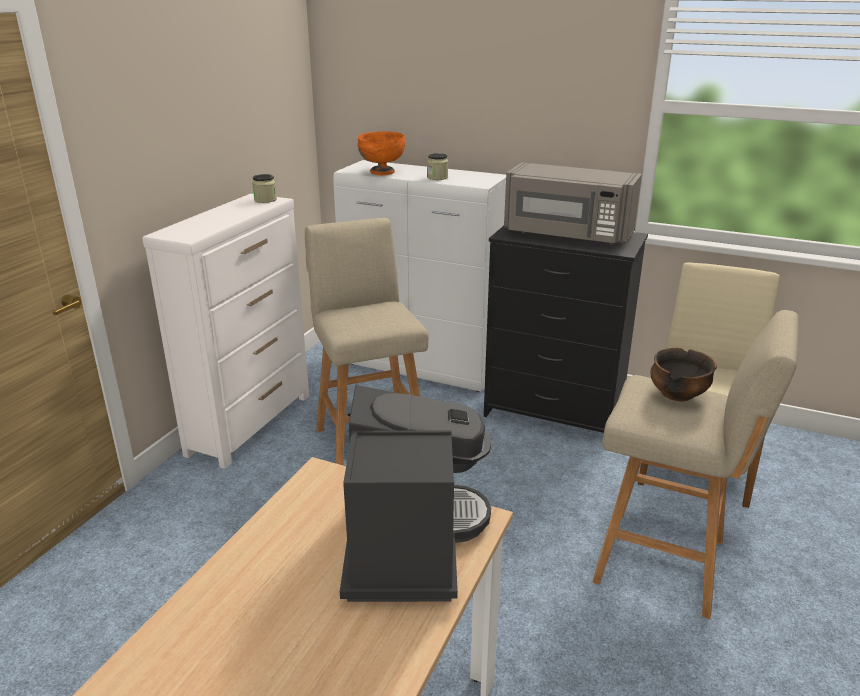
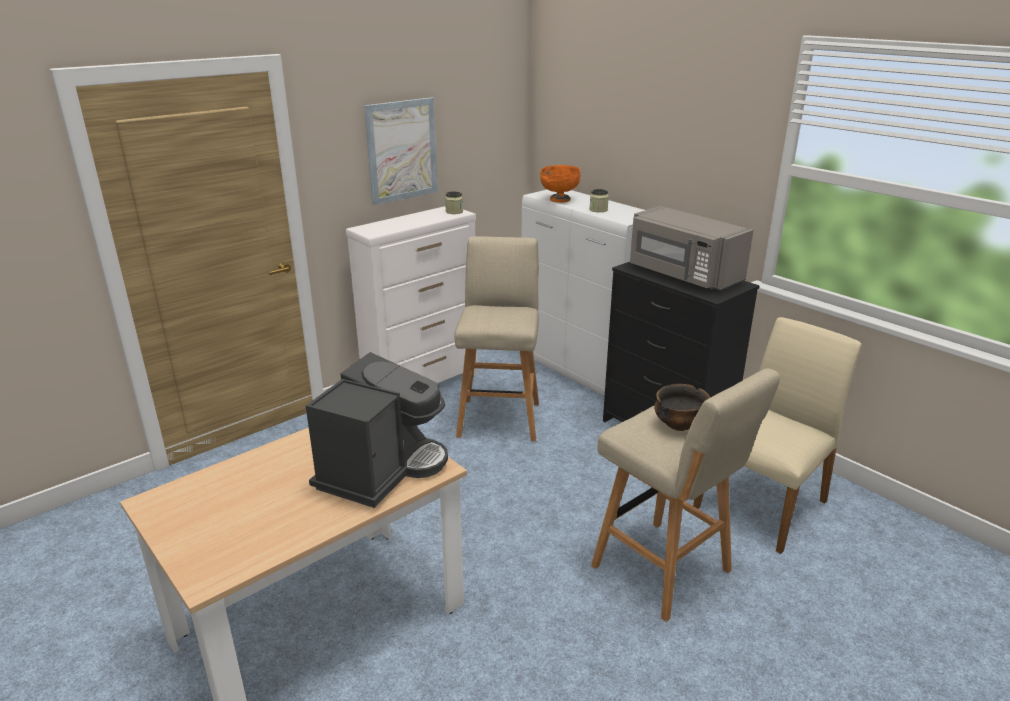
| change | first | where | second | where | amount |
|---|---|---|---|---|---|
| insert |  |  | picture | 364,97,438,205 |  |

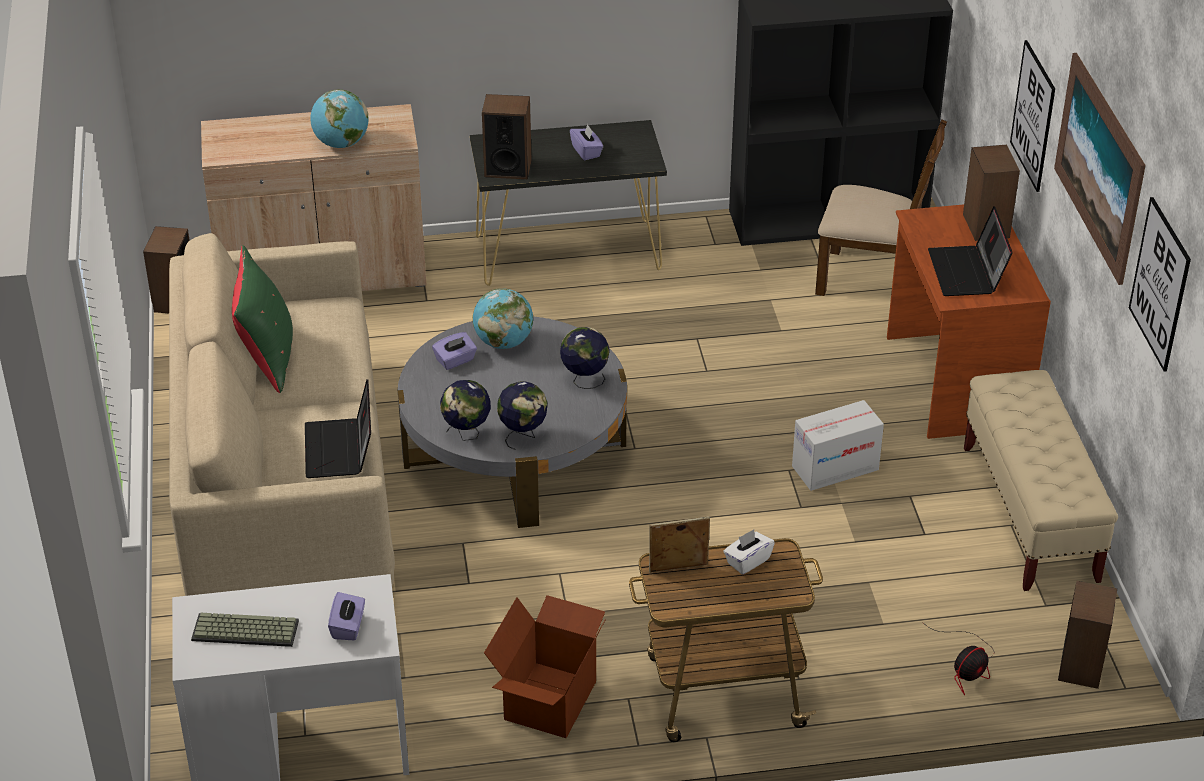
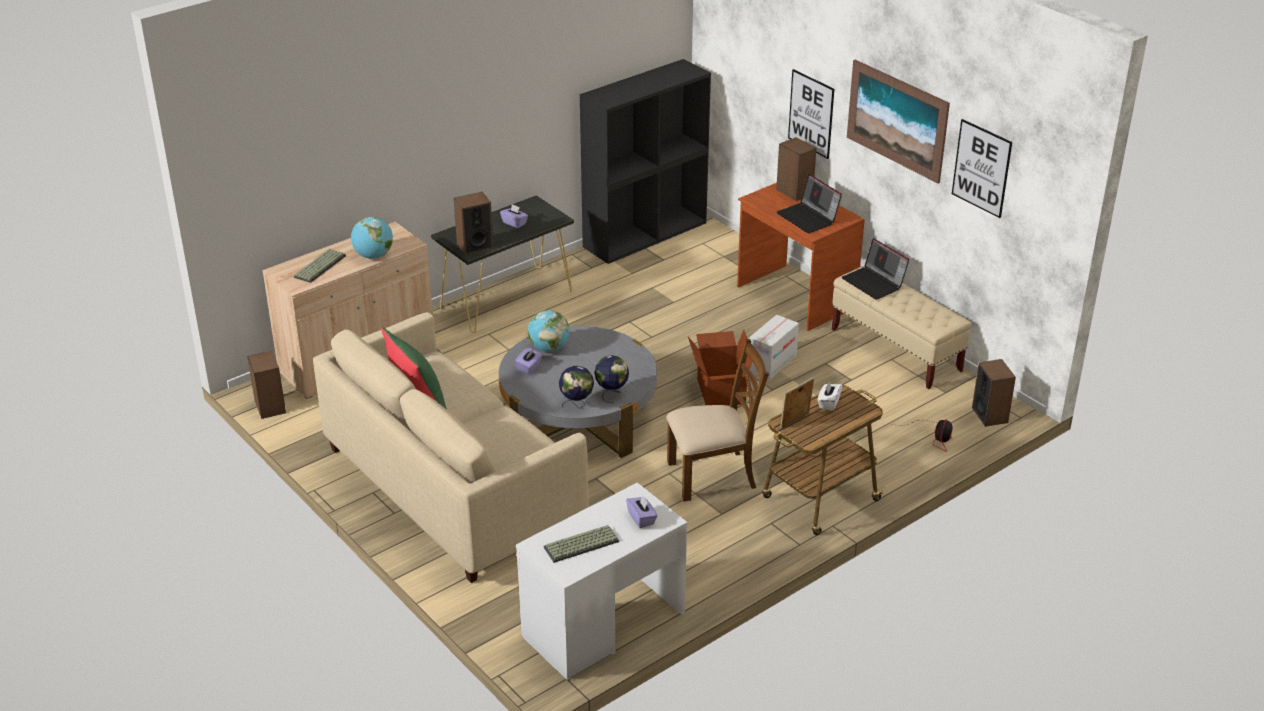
| change | first | where | second | where | amount |
|---|---|---|---|---|---|
| insert |  |  | PC keyboard | 294,249,346,283 |  |
| move | brown-coloured plain chair | 815,119,947,296 |  | 666,339,769,502 |  |
| move | packing box | 484,595,606,738 |  | 688,330,752,406 |  |
| move | portable computer | 305,379,371,478 |  | 842,238,909,300 |  |
| delete | world globe | 560,327,609,389 |  |  |  |

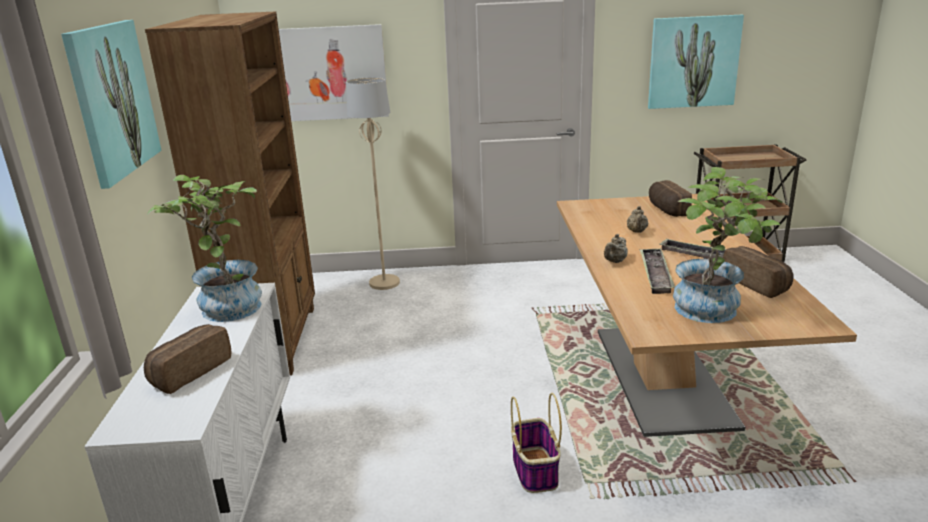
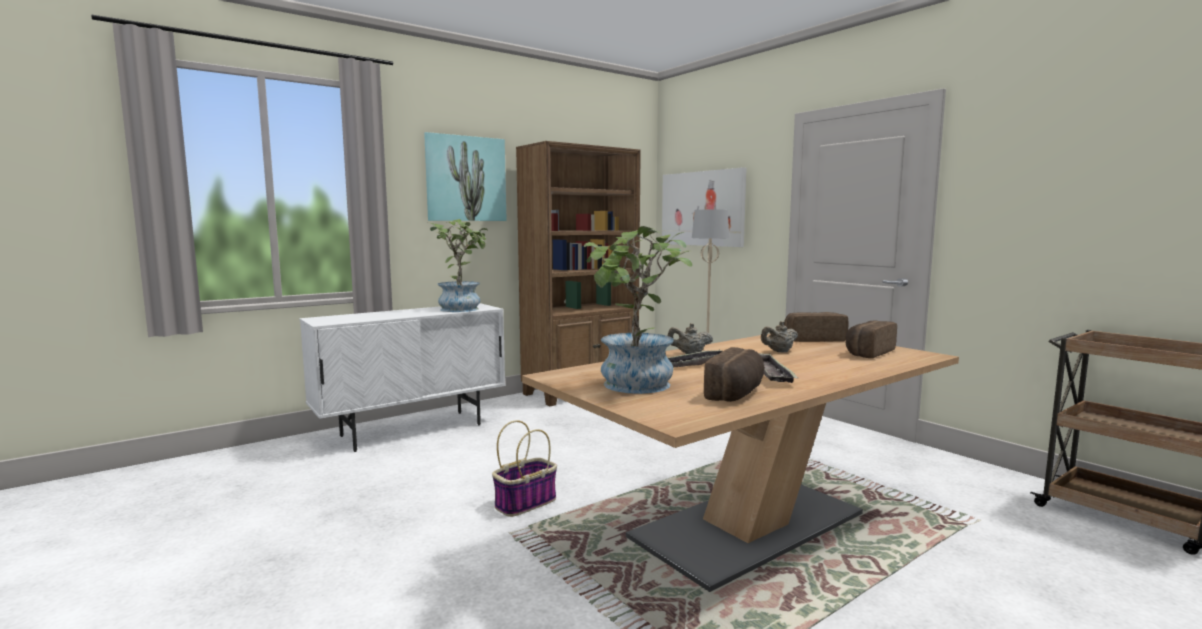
| change | first | where | second | where | amount |
|---|---|---|---|---|---|
| move | bread | 144,324,231,394 |  | 784,312,848,342 |  |
| delete | picture | 648,15,744,109 |  |  |  |

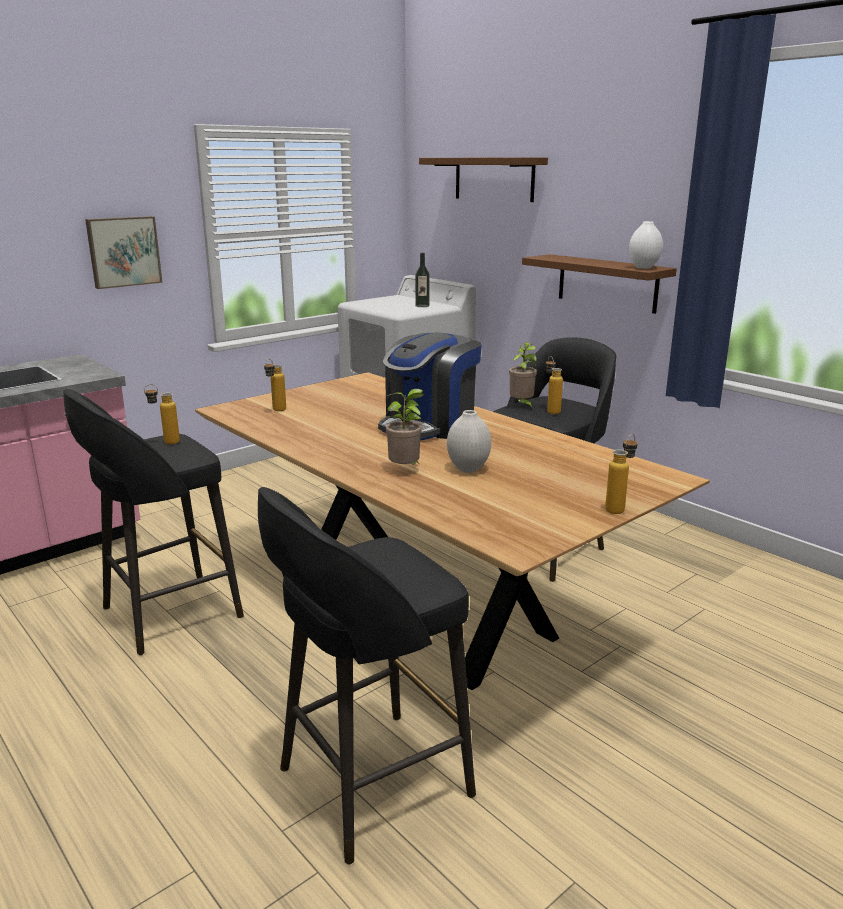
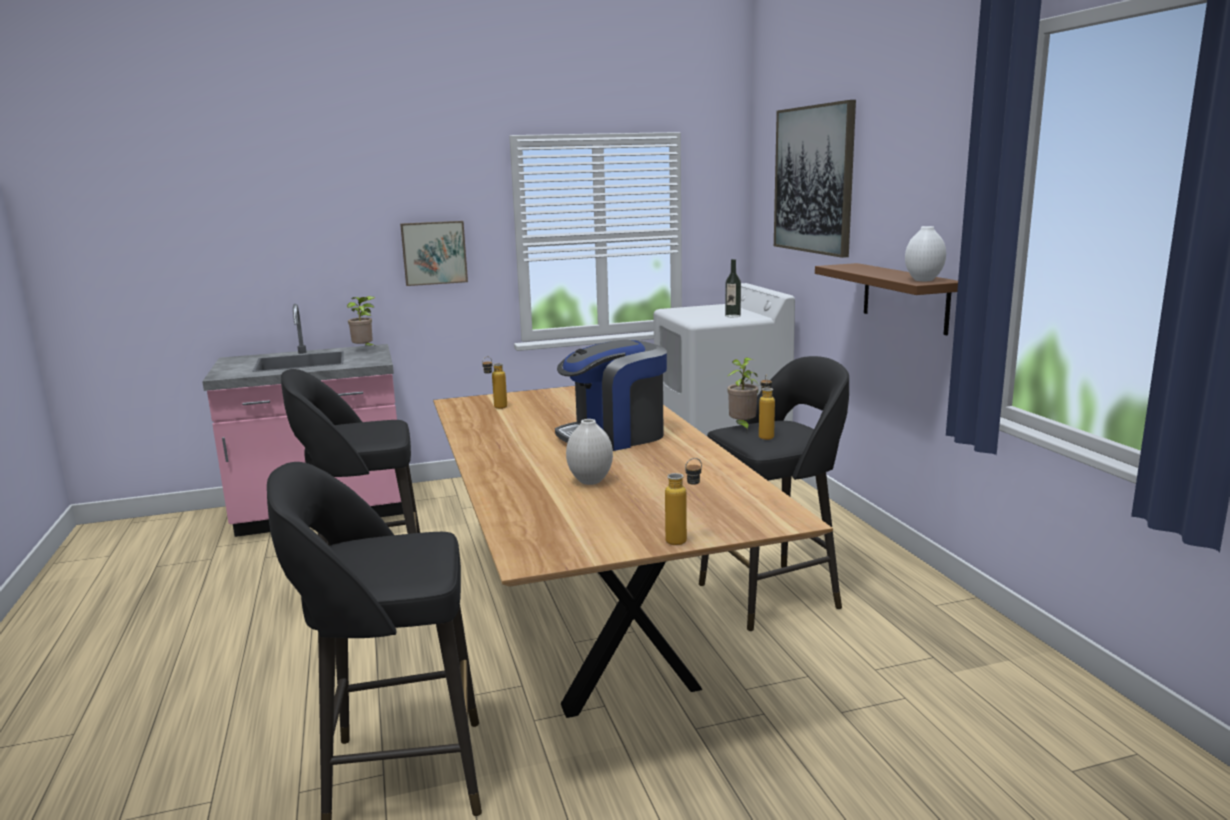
| change | first | where | second | where | amount |
|---|---|---|---|---|---|
| move | houseplant | 386,389,424,465 |  | 347,296,375,346 |  |
| replace | brown-coloured wall shelf | 419,157,548,202 | picture | 774,100,856,258 |  |
| delete | bottle | 144,384,180,444 |  |  |  |

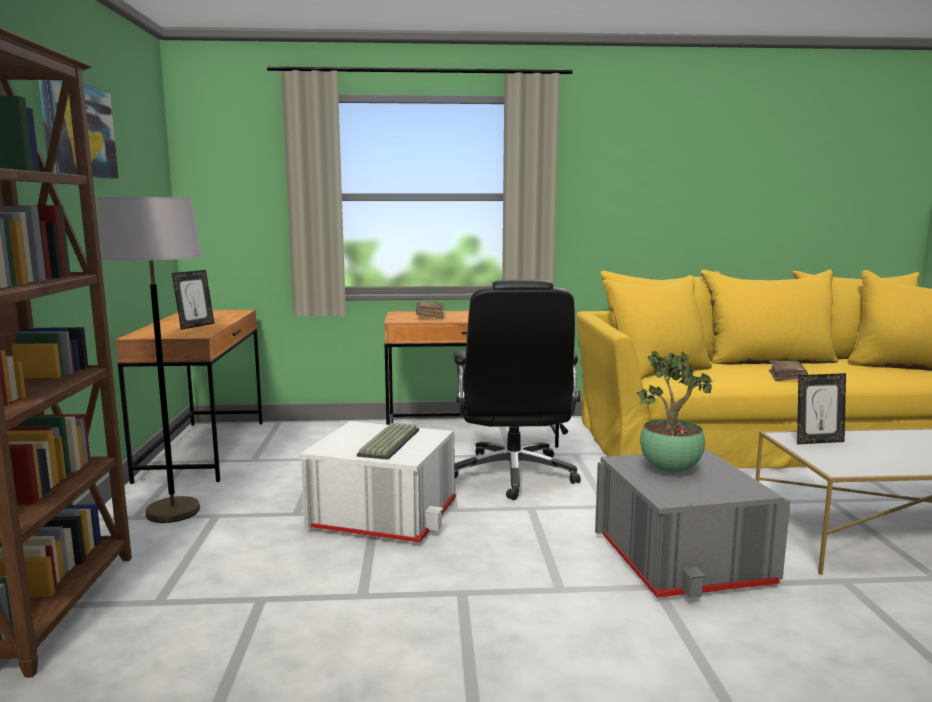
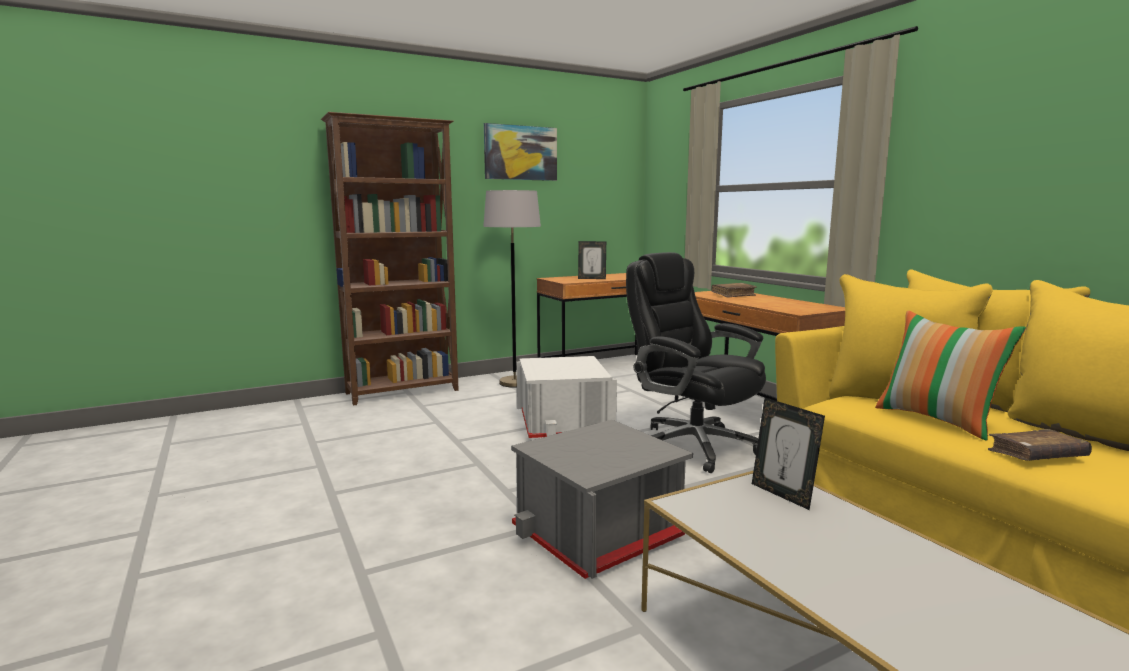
| change | first | where | second | where | amount |
|---|---|---|---|---|---|
| rotate | blackish desk chair | 453,279,581,500 |  | 626,252,766,473 | 75 degrees clockwise |
| insert |  |  | pillow | 875,310,1026,441 |  |
| delete | PC keyboard | 357,423,419,460 |  |  |  |
| delete | houseplant | 637,351,712,473 |  |  |  |

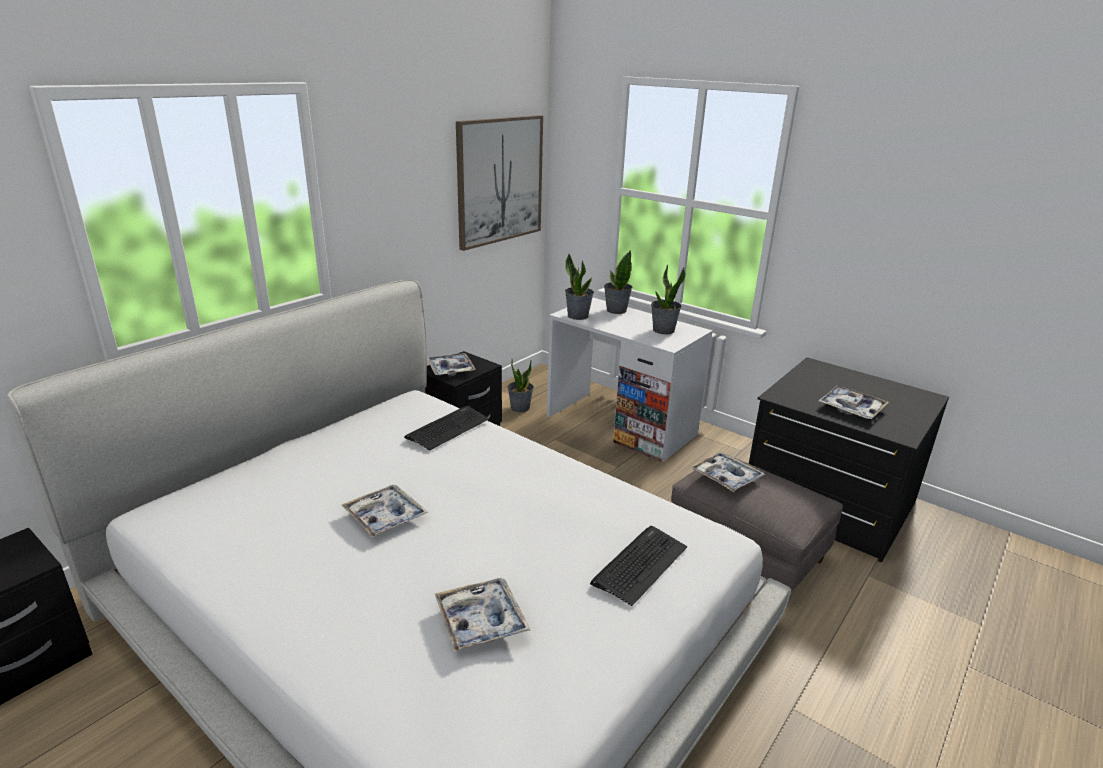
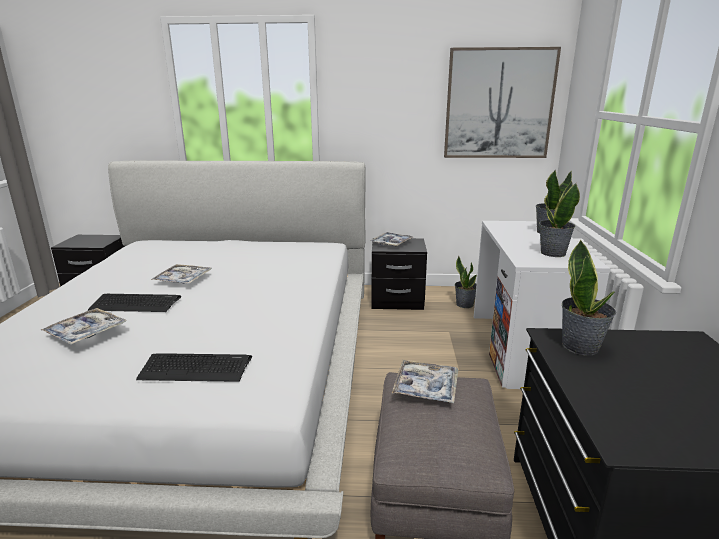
| change | first | where | second | where | amount |
|---|---|---|---|---|---|
| move | PC keyboard | 404,406,489,450 |  | 88,294,181,312 |  |
| move | houseplant | 565,253,594,320 |  | 562,240,616,355 |  |
| delete | serving tray | 818,386,889,419 |  |  |  |

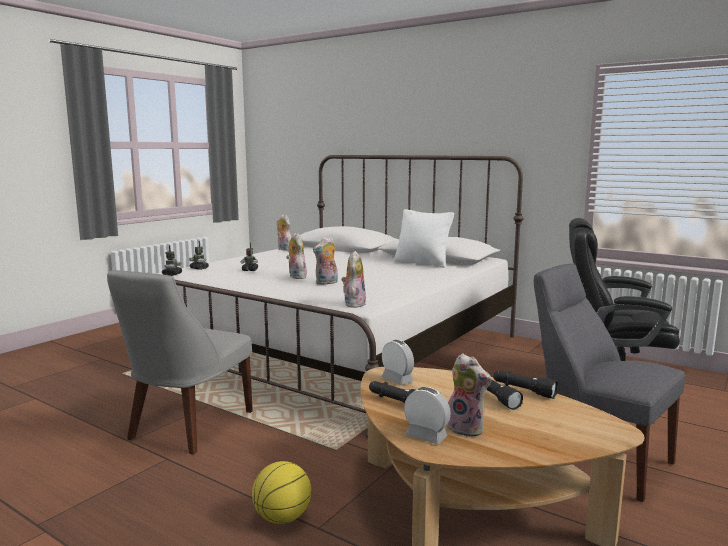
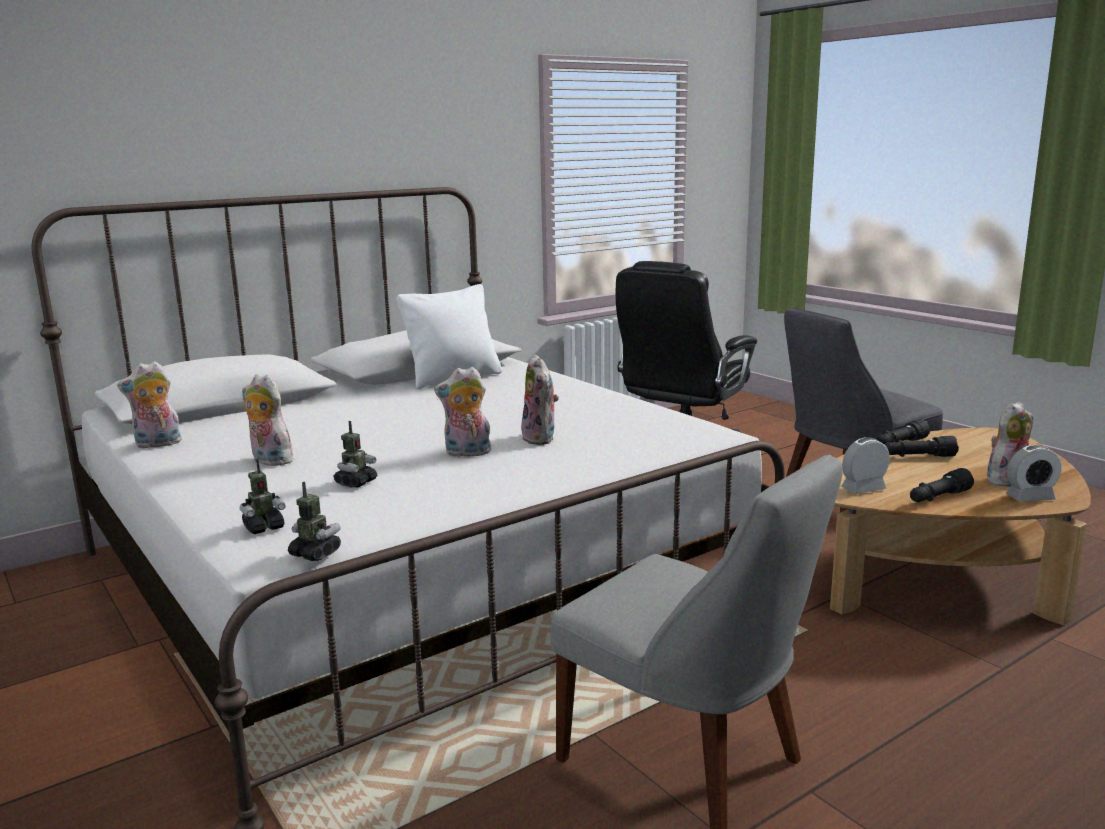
| change | first | where | second | where | amount |
|---|---|---|---|---|---|
| move | cuddly toy | 341,251,366,308 |  | 242,374,297,467 |  |
| rotate | bedside clock | 404,387,451,444 |  | 1006,445,1062,502 | 150 degrees counterclockwise |
| delete | ball for basketball | 252,461,311,524 |  |  |  |

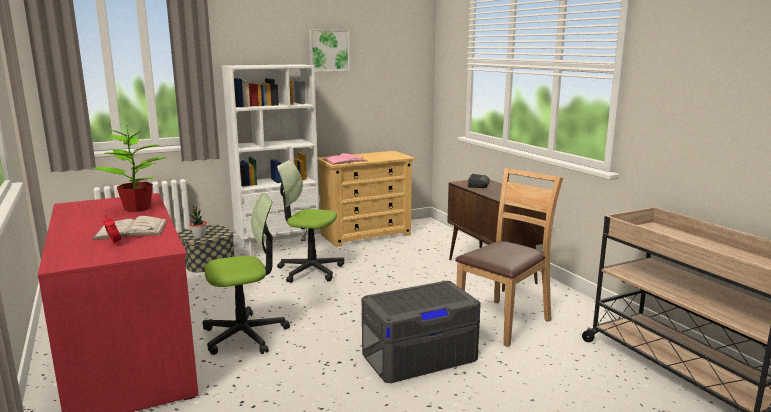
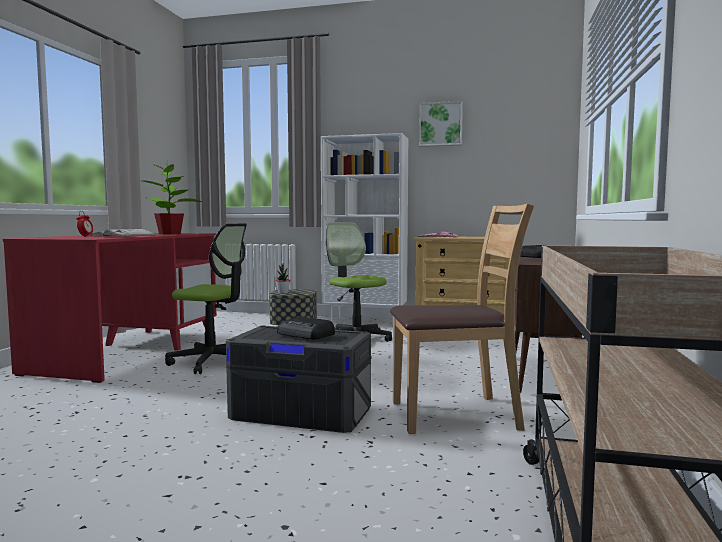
| change | first | where | second | where | amount |
|---|---|---|---|---|---|
| insert |  |  | radio | 277,316,335,339 |  |

